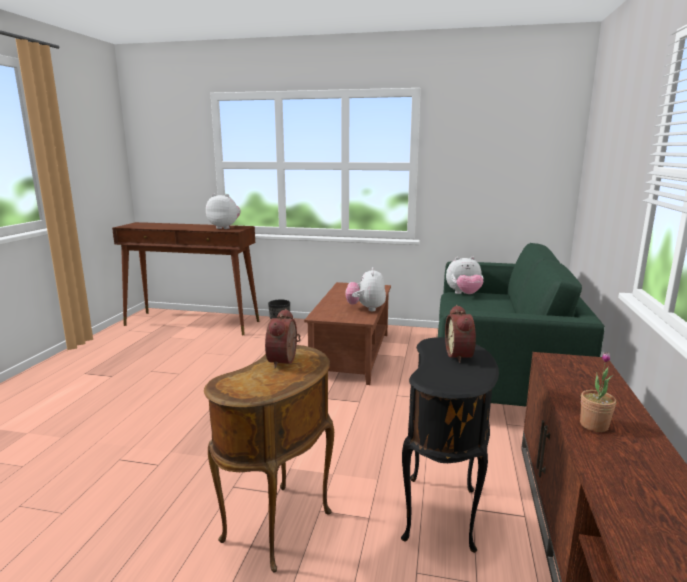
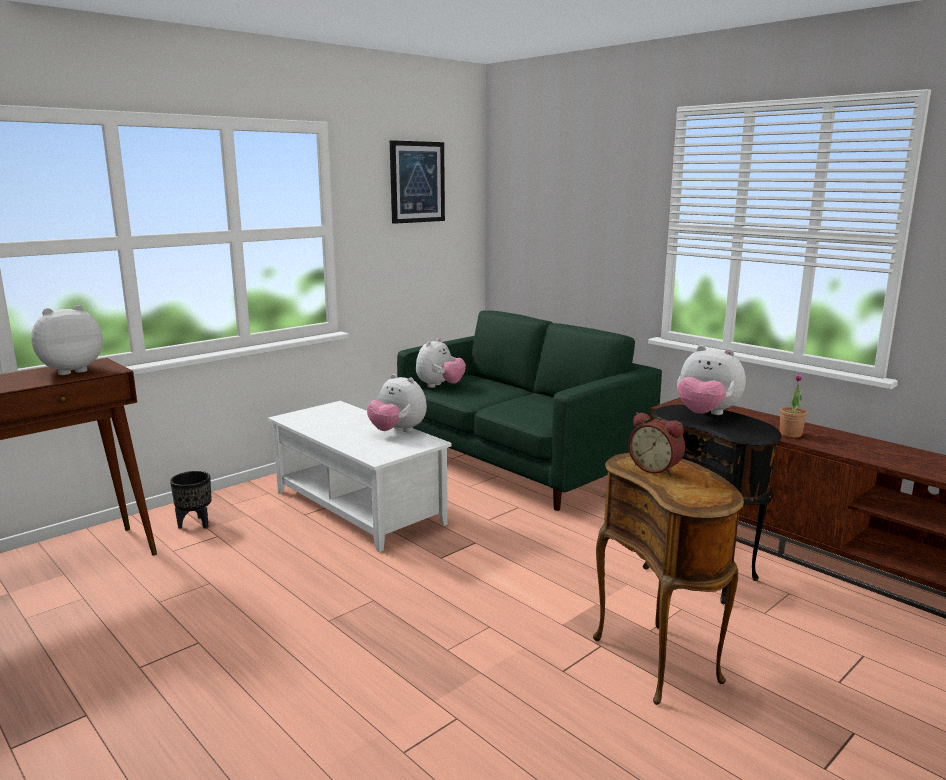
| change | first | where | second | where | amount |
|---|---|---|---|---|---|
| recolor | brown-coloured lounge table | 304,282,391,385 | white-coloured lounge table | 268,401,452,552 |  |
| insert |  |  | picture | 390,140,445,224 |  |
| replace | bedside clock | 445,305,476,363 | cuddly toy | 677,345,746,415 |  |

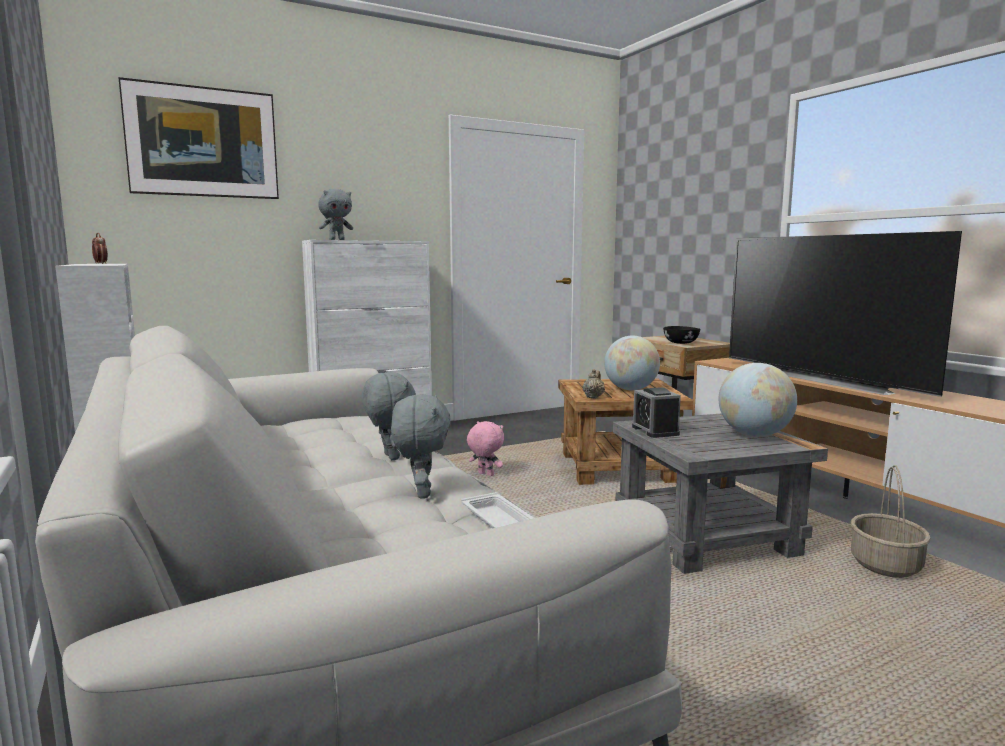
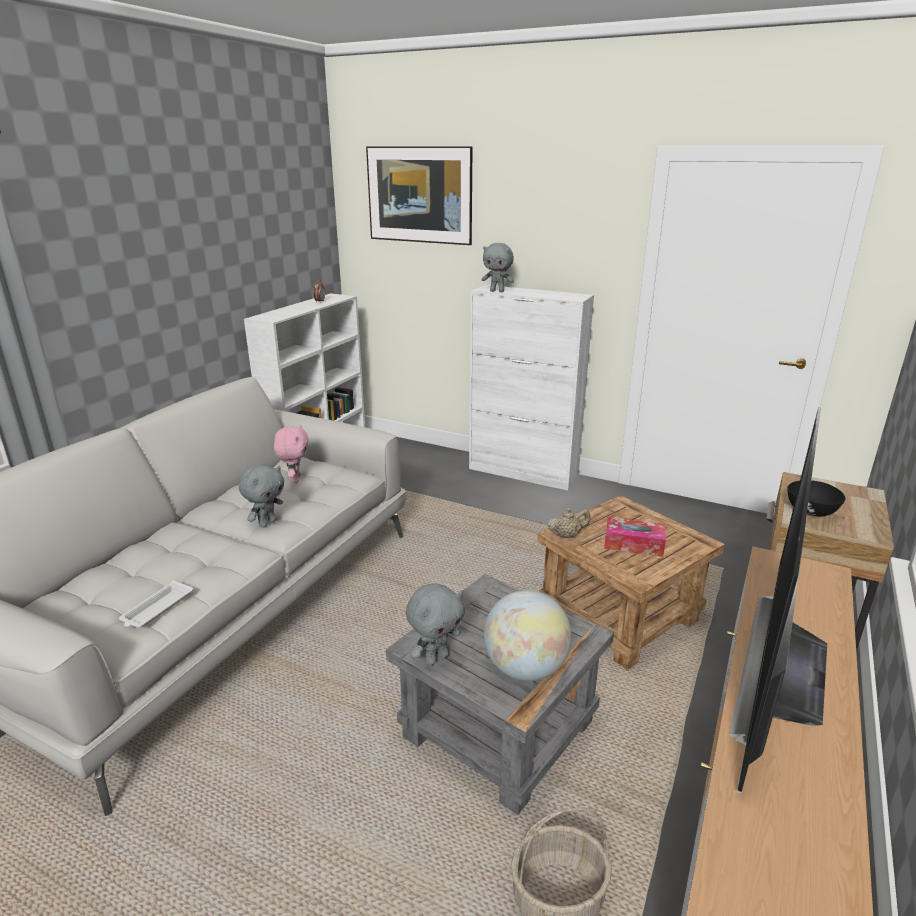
| change | first | where | second | where | amount |
|---|---|---|---|---|---|
| move | pinkish cuddly toy | 467,421,504,476 |  | 274,425,309,483 |  |
| move | grey cuddly toy | 391,395,450,499 |  | 406,583,465,666 |  |
| replace | world globe | 604,336,660,390 | box of tissues | 604,517,666,557 |  |
| delete | bedside clock | 632,387,681,438 |  |  |  |

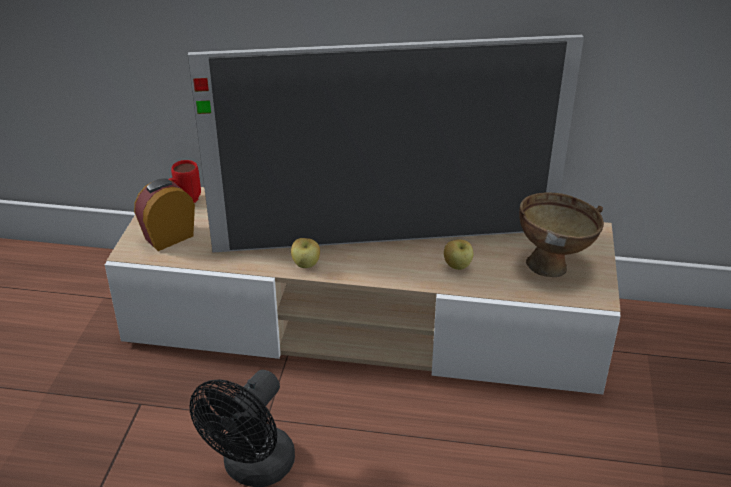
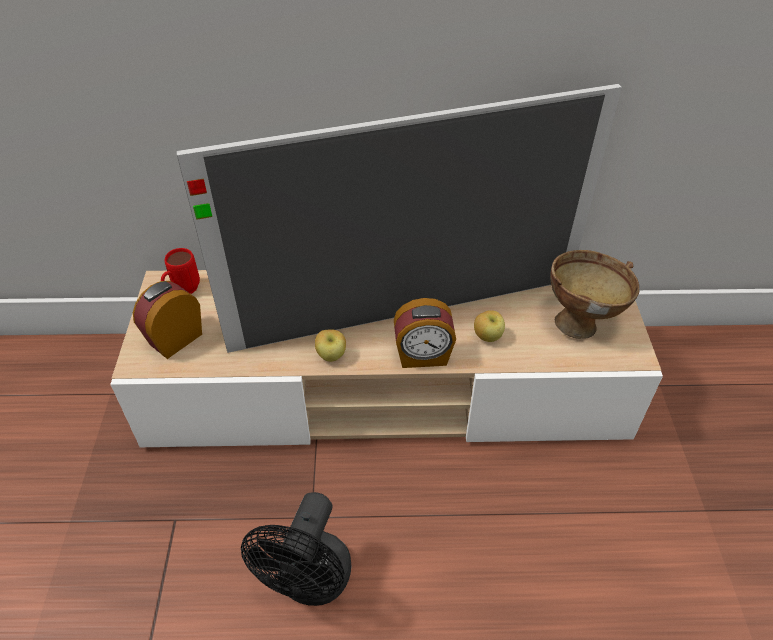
| change | first | where | second | where | amount |
|---|---|---|---|---|---|
| insert |  |  | bedside clock | 394,298,456,368 |  |

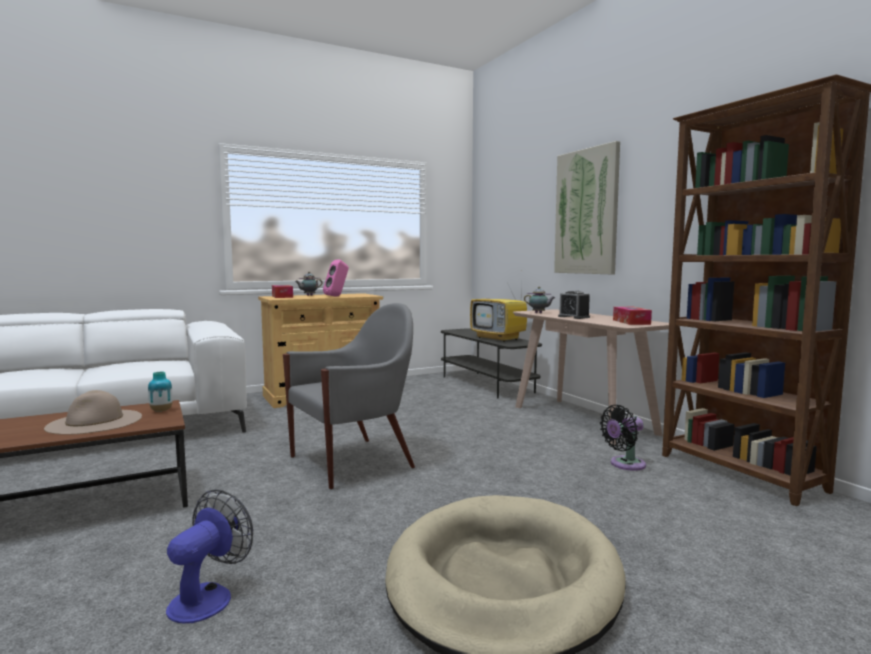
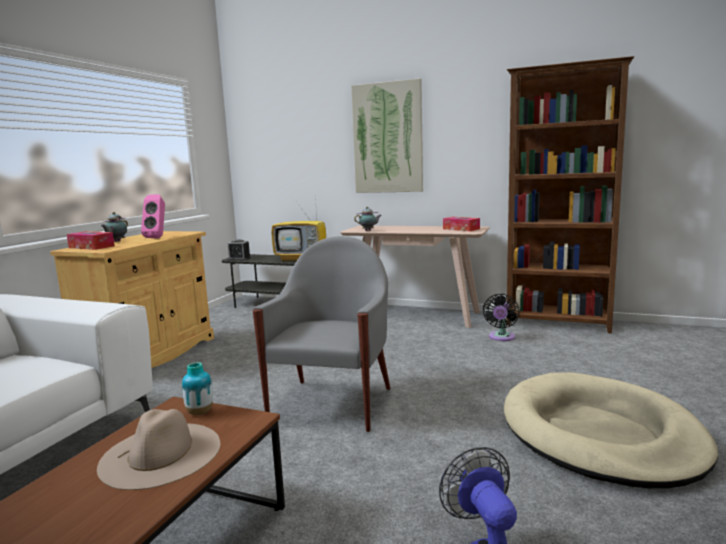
| change | first | where | second | where | amount |
|---|---|---|---|---|---|
| move | bedside clock | 558,291,590,319 |  | 228,240,251,260 |  |

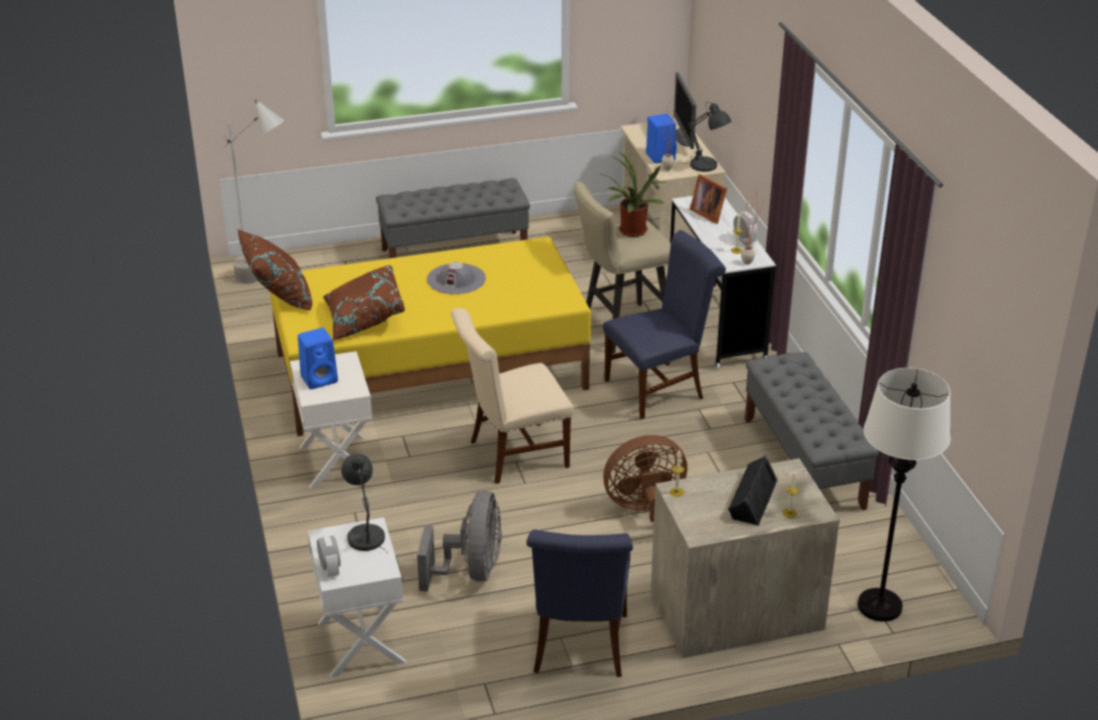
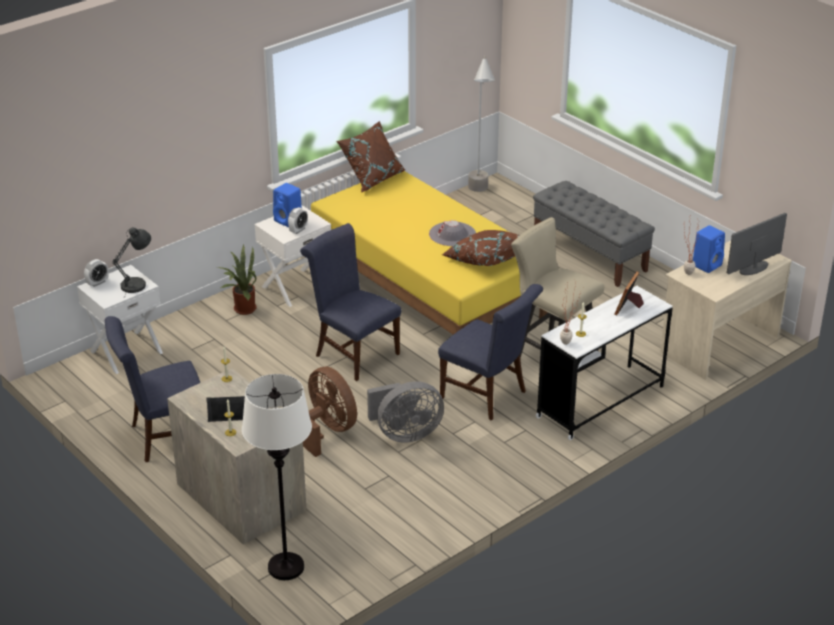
| change | first | where | second | where | amount |
|---|---|---|---|---|---|
| move | houseplant | 601,152,667,237 |  | 217,245,257,315 |  |
| move | bedside clock | 734,211,758,245 |  | 288,207,308,234 |  |
| recolor | sand-coloured plain chair | 451,308,574,484 | blue plain chair | 300,223,401,381 |  |
| move | grey fan | 417,490,502,591 |  | 367,381,444,443 |  |
| move | brown-coloured pillow | 323,265,405,340 |  | 442,230,520,266 |  |
| delete | grey table lamp | 685,102,731,172 |  |  |  |
| delete | grey bench | 745,352,879,510 |  |  |  |

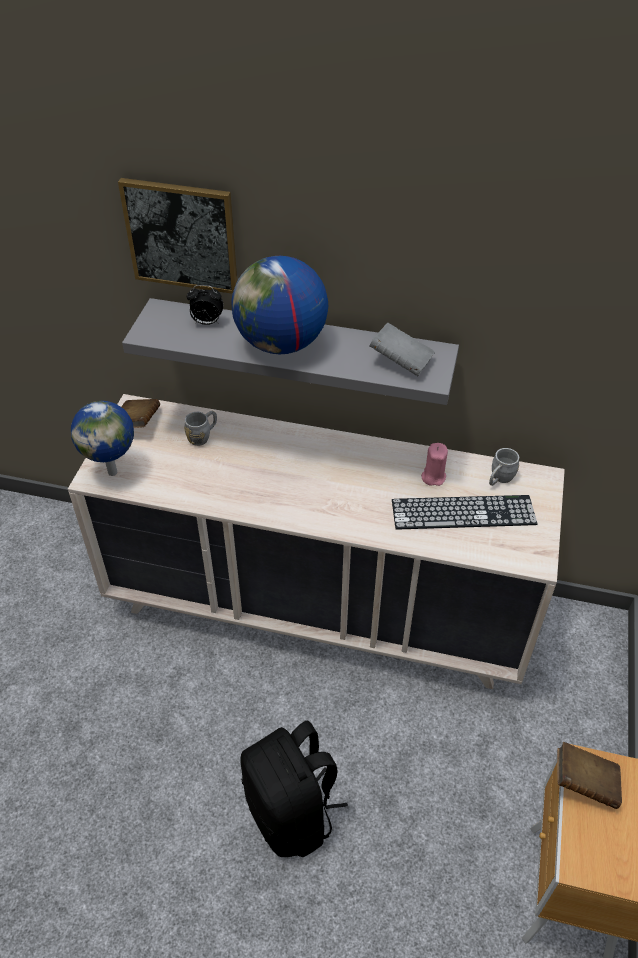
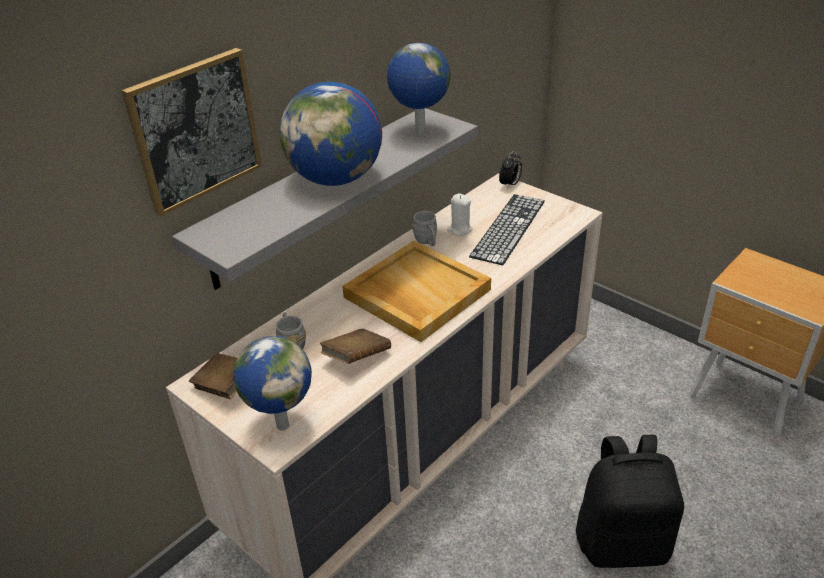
| change | first | where | second | where | amount |
|---|---|---|---|---|---|
| move | brown-coloured bound book | 557,742,622,809 |  | 320,328,391,364 |  |
| insert |  |  | sand-coloured serving tray | 342,241,491,342 |  |
| replace | grey bound book | 369,323,435,376 | world globe | 387,43,451,135 |  |
| move | grey mug | 489,448,519,486 |  | 412,211,437,246 |  |
| recolor | pinkish wax candle | 421,443,448,486 | white-coloured wax candle | 447,194,473,236 |  |
| move | bedside clock | 187,285,223,325 |  | 499,150,522,189 |  |

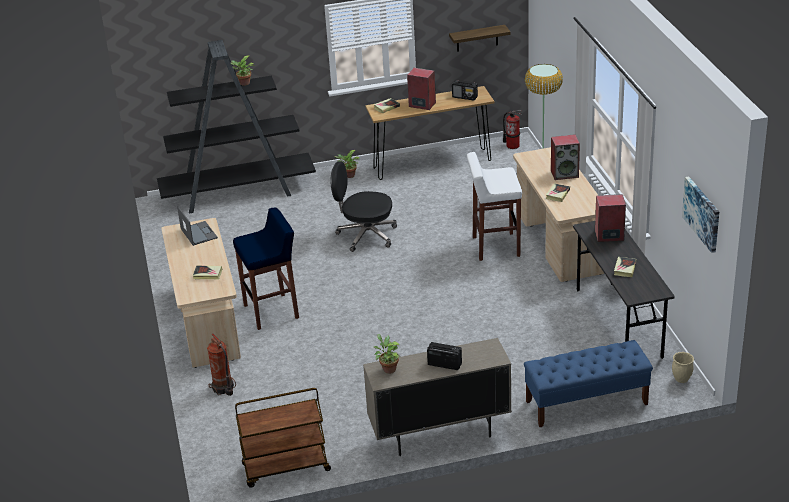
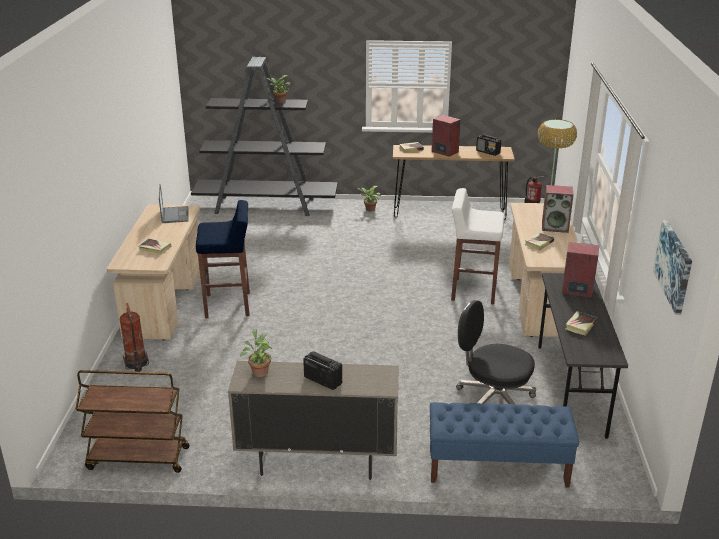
| change | first | where | second | where | amount |
|---|---|---|---|---|---|
| move | blackish desk chair | 331,161,397,252 |  | 456,300,536,405 |  |
| delete | wall shelf | 449,25,511,52 |  |  |  |
| delete | sand-coloured plant pot | 672,352,694,383 |  |  |  |

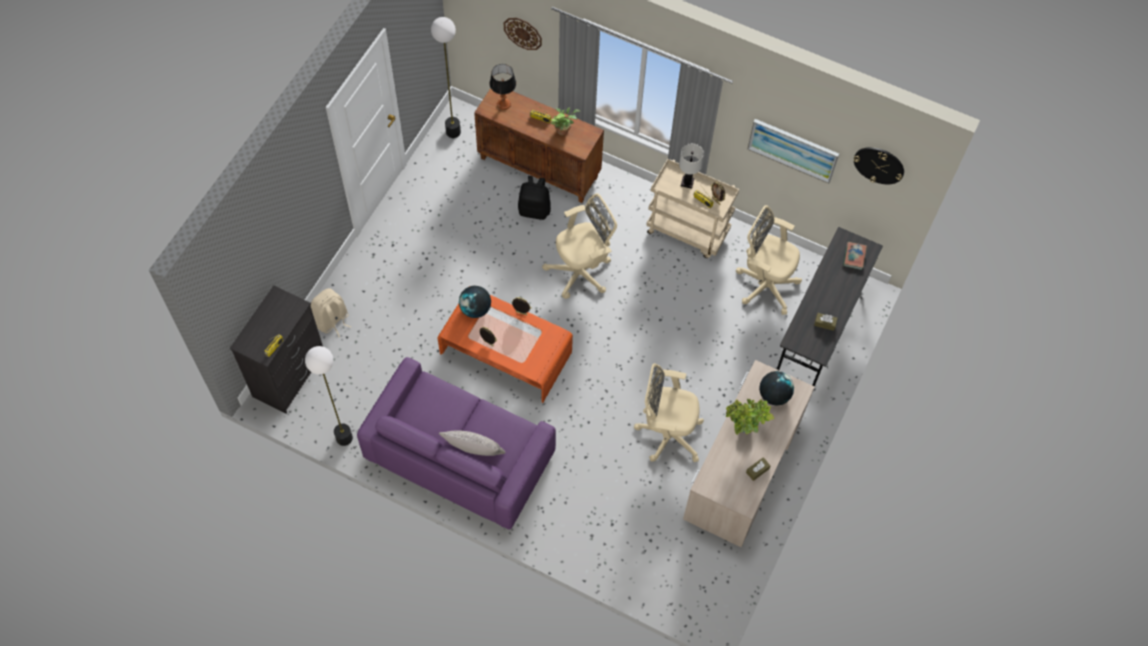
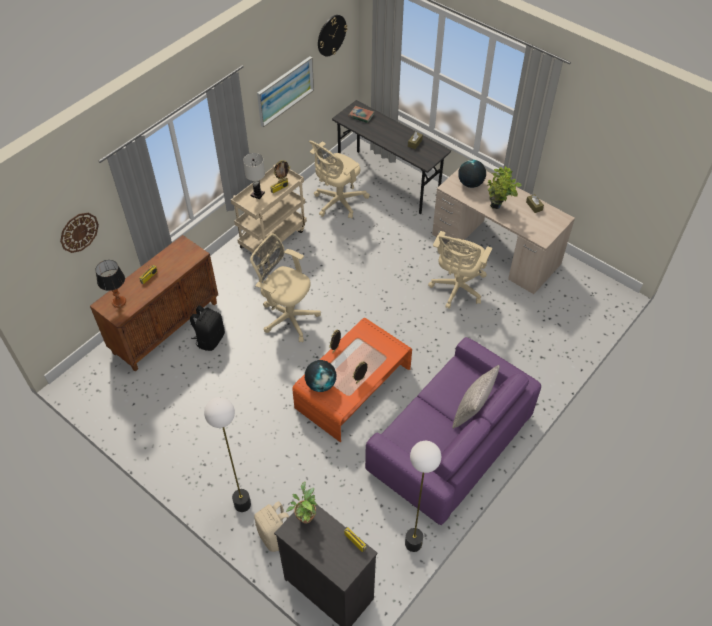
| change | first | where | second | where | amount |
|---|---|---|---|---|---|
| move | standard lamp | 431,17,461,138 |  | 204,397,251,512 |  |
| rotate | sand-coloured desk chair | 542,193,617,299 |  | 250,234,321,342 | 45 degrees counterclockwise |
| move | houseplant | 550,108,580,135 |  | 286,481,317,524 |  |

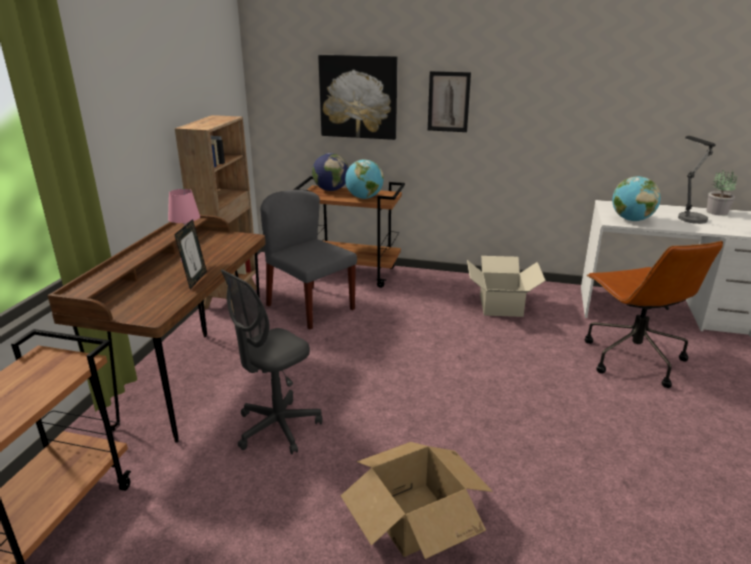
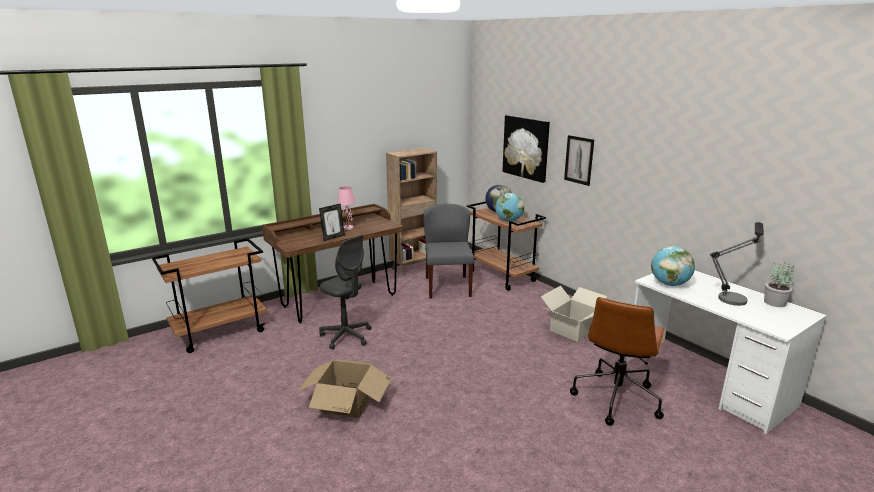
| change | first | where | second | where | amount |
|---|---|---|---|---|---|
| rotate | grey desk chair | 221,270,323,454 |  | 319,235,371,350 | 135 degrees counterclockwise |

